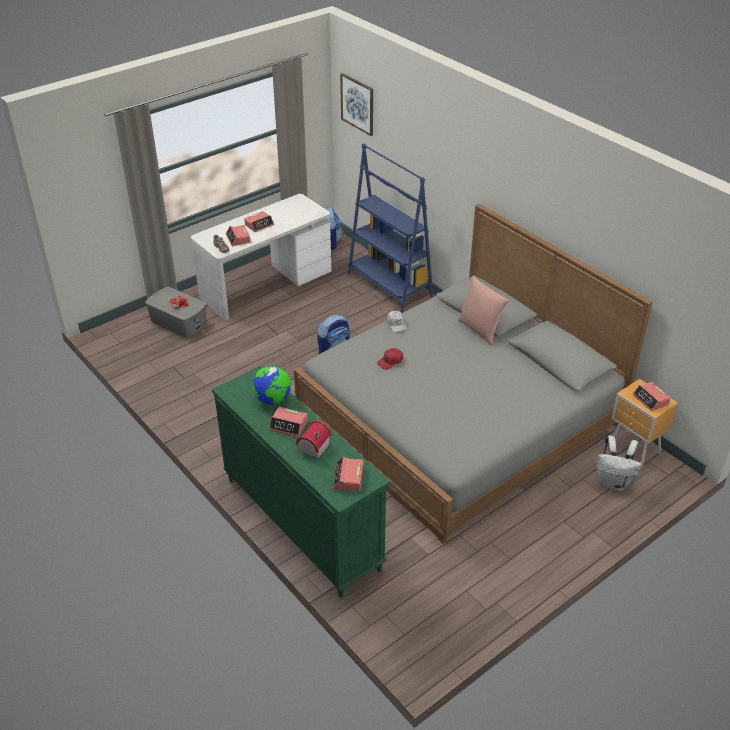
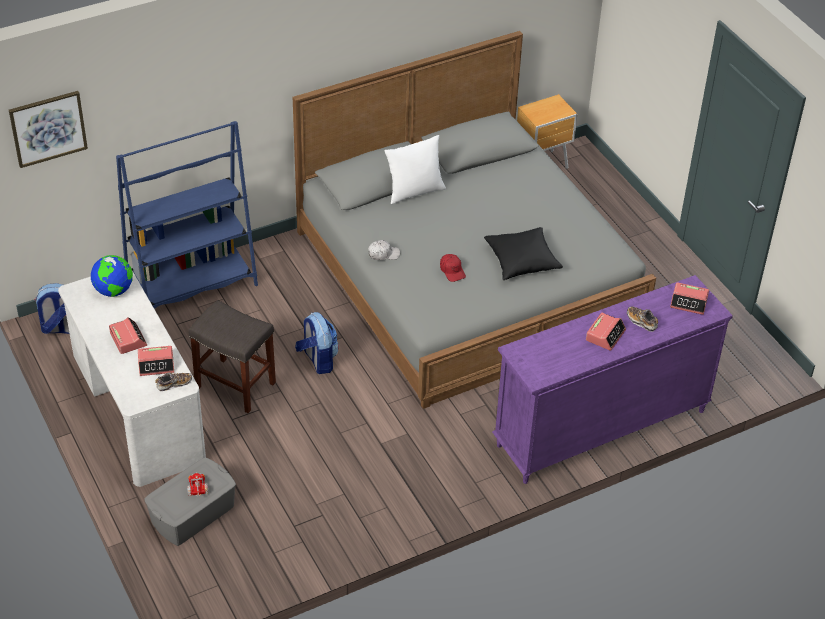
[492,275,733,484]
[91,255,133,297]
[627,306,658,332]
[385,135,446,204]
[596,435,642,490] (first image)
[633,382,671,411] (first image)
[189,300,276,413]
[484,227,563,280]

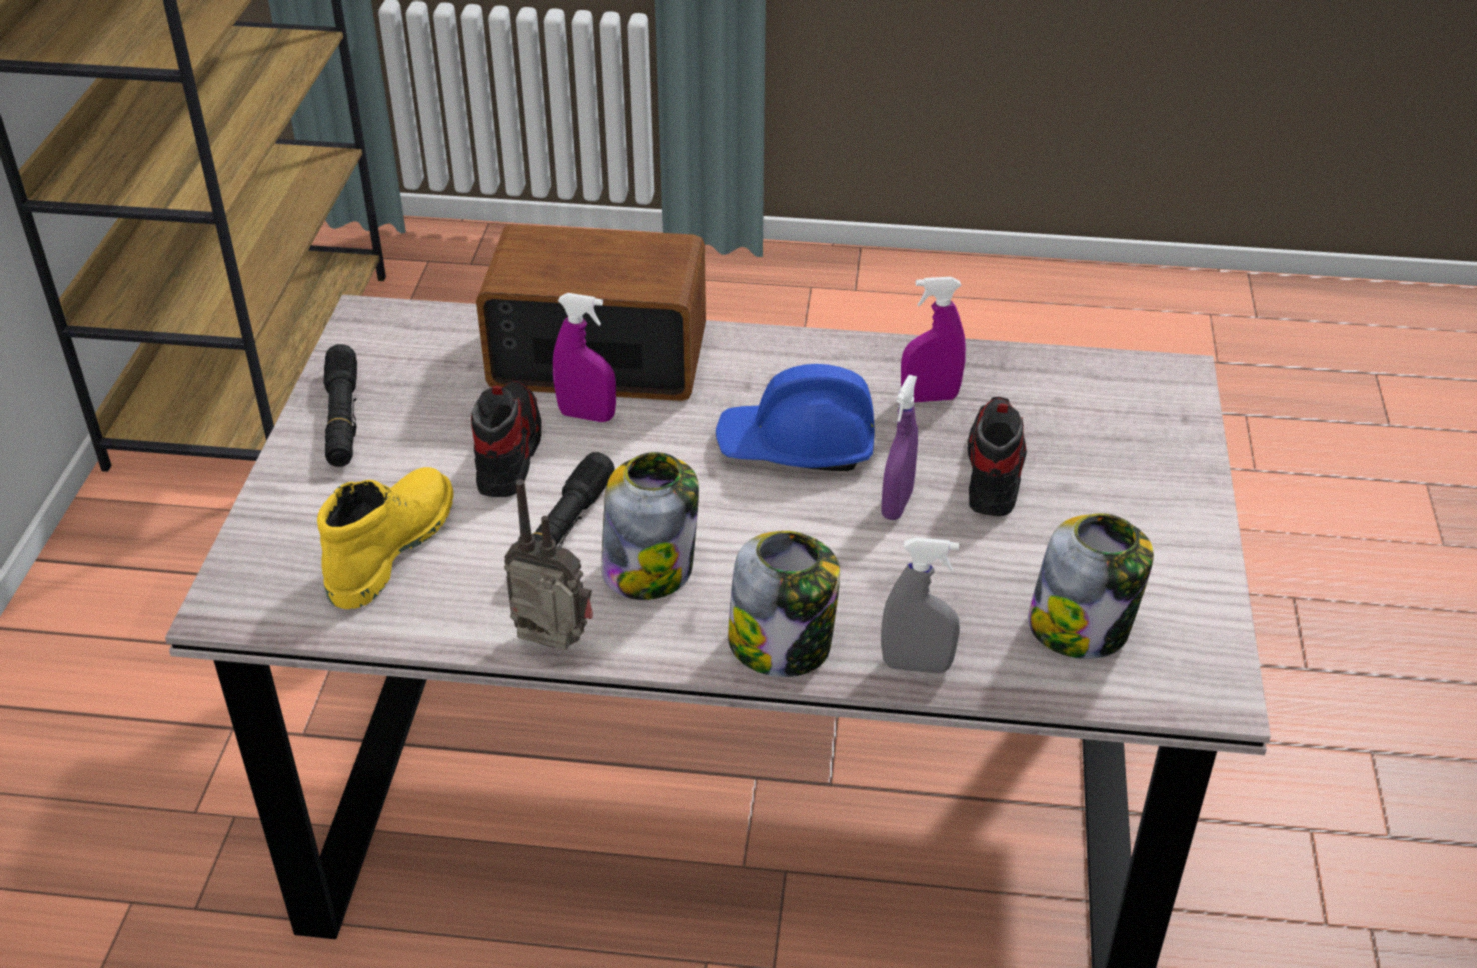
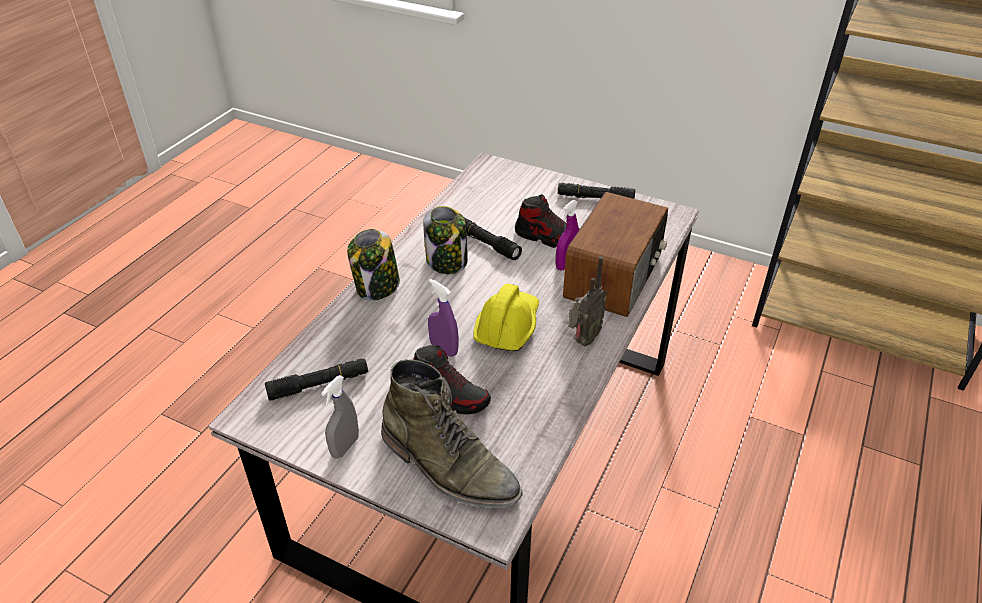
[317,467,454,609] (first image)
[568,256,607,346]
[473,284,539,351]
[321,375,359,459]
[901,277,966,403] (first image)
[265,359,368,401]
[381,360,523,508]

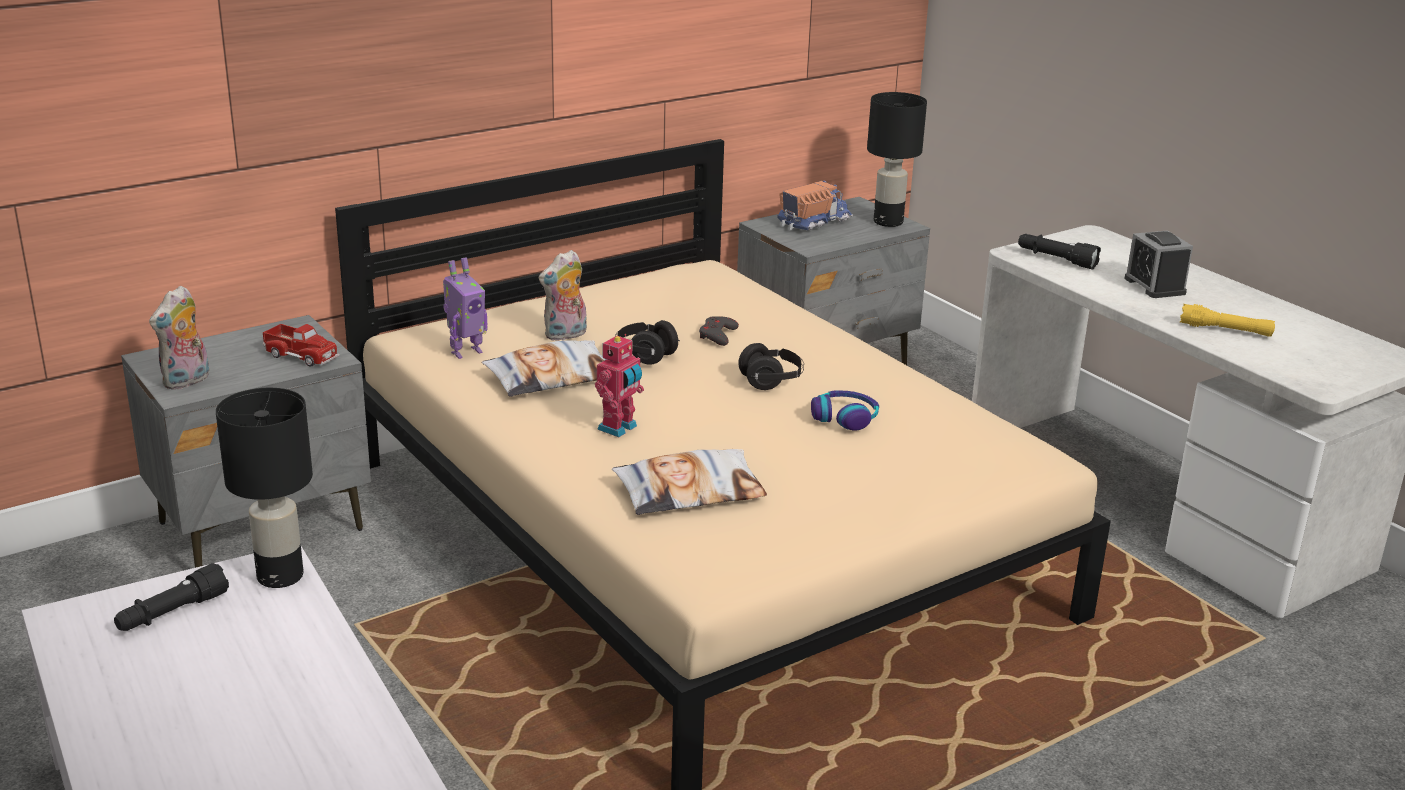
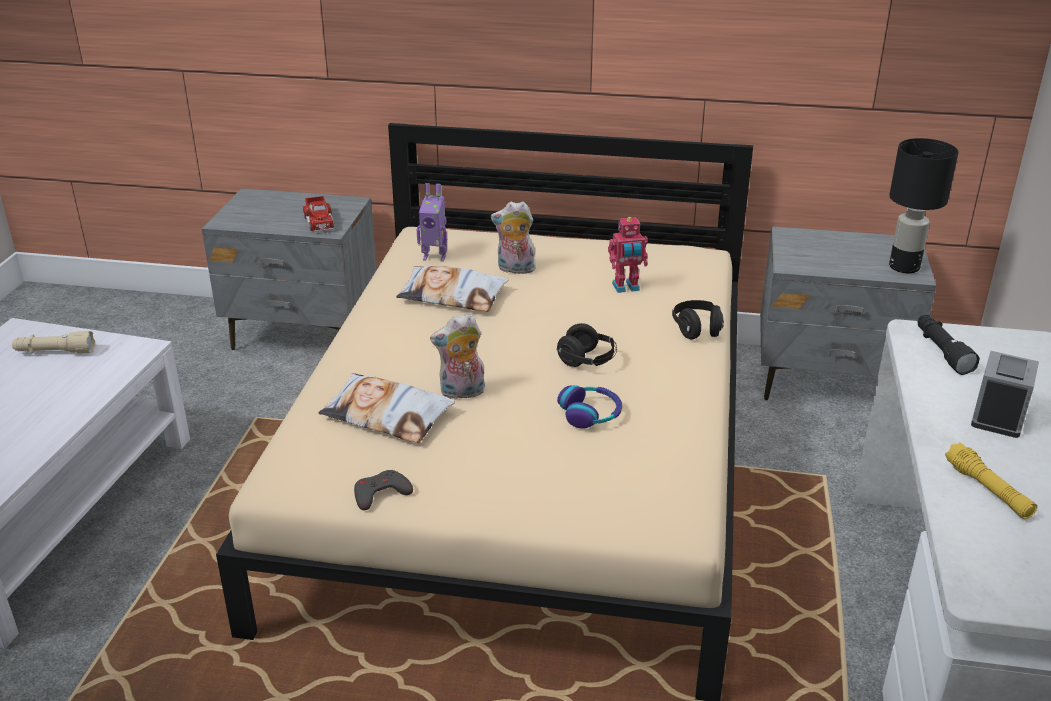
[12,331,95,354]
[430,314,485,400]
[216,388,313,588] (first image)
[608,217,648,293]
[672,300,724,340]
[354,470,413,510]
[777,180,853,230] (first image)

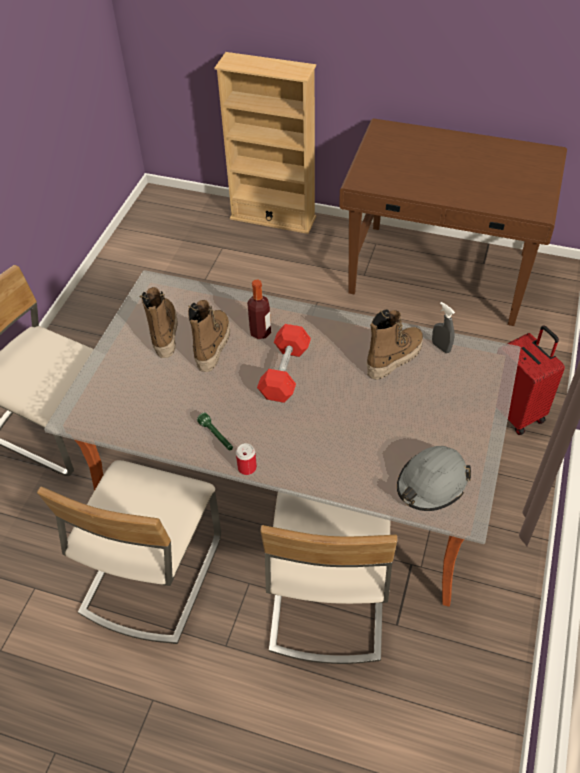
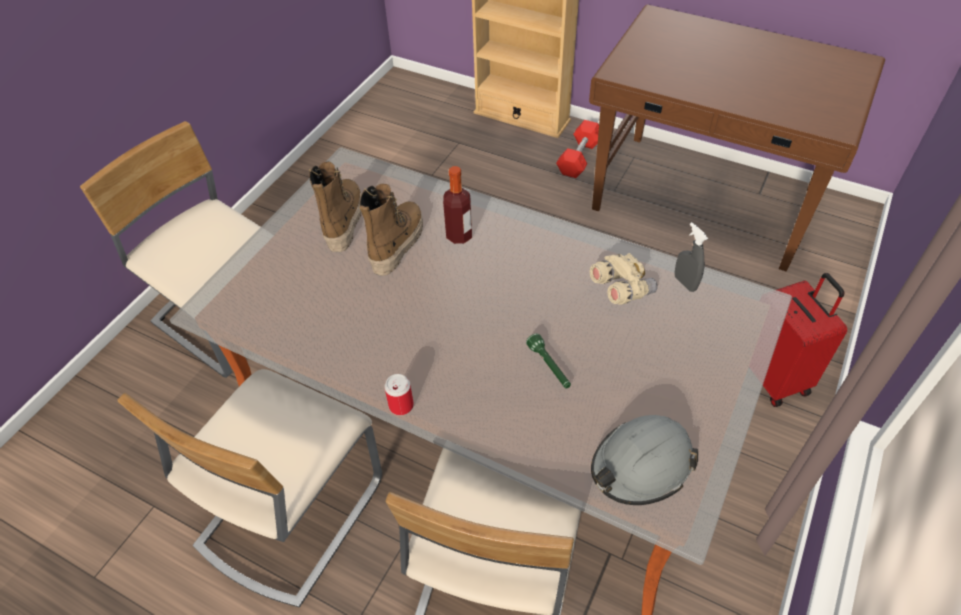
[526,333,571,388]
[556,120,599,178]
[590,253,658,305]

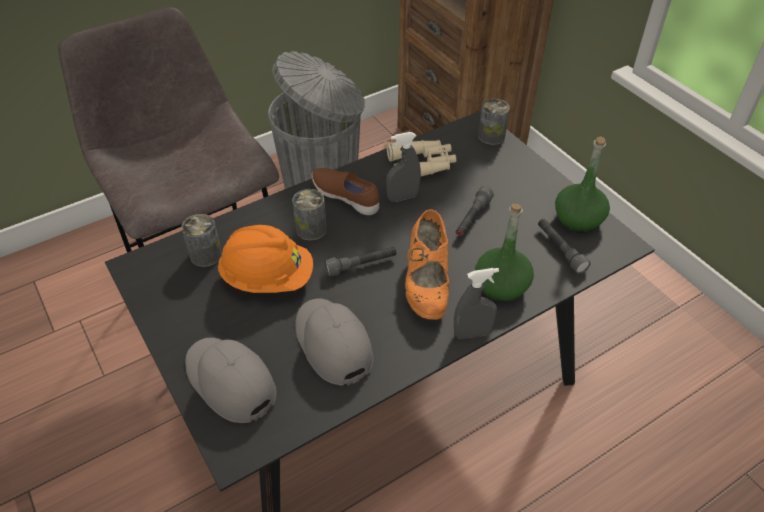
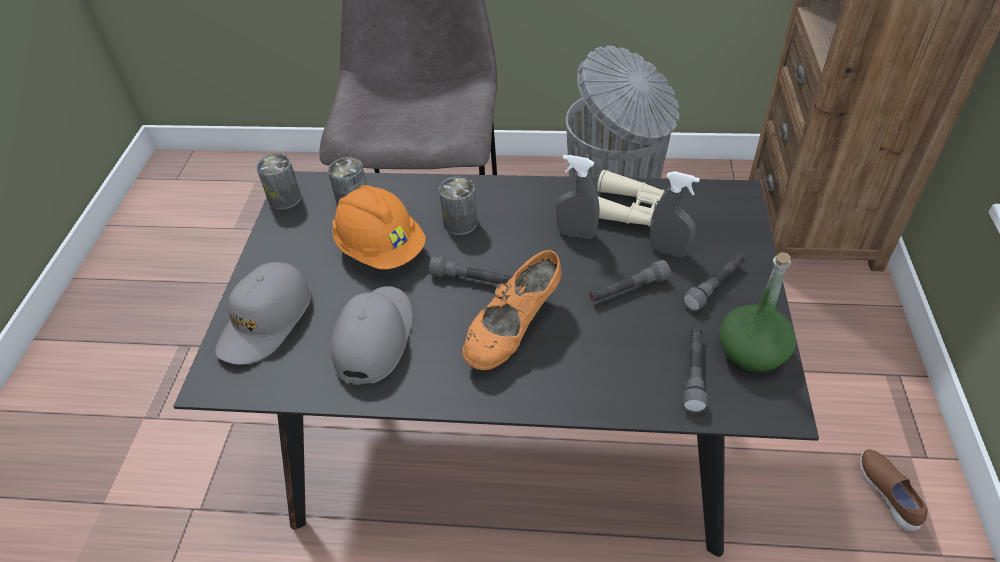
[215,262,311,365]
[860,449,928,531]
[650,171,700,257]
[475,204,534,302] (first image)
[256,154,301,210]
[682,253,745,311]

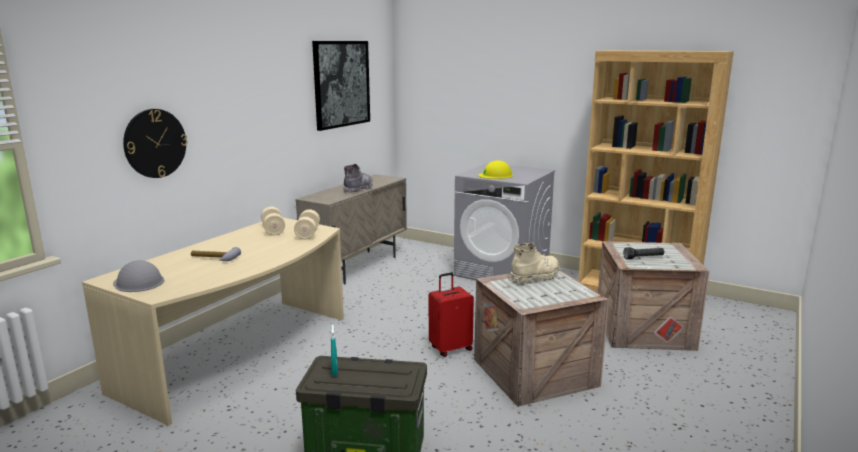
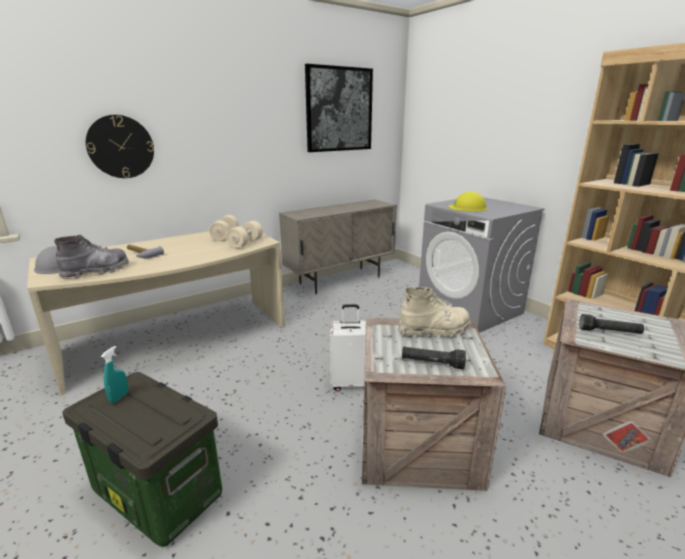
[54,235,129,279]
[330,304,366,391]
[402,347,466,369]

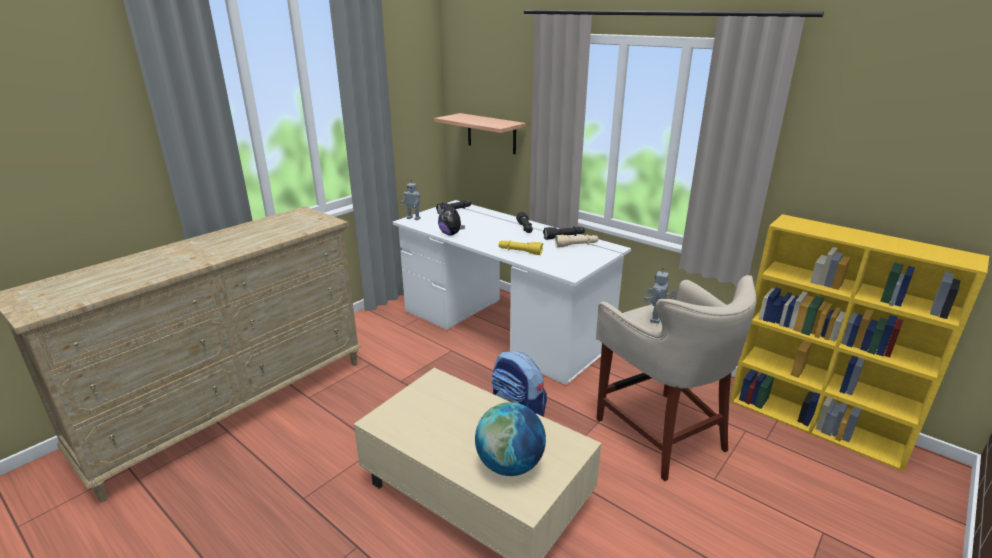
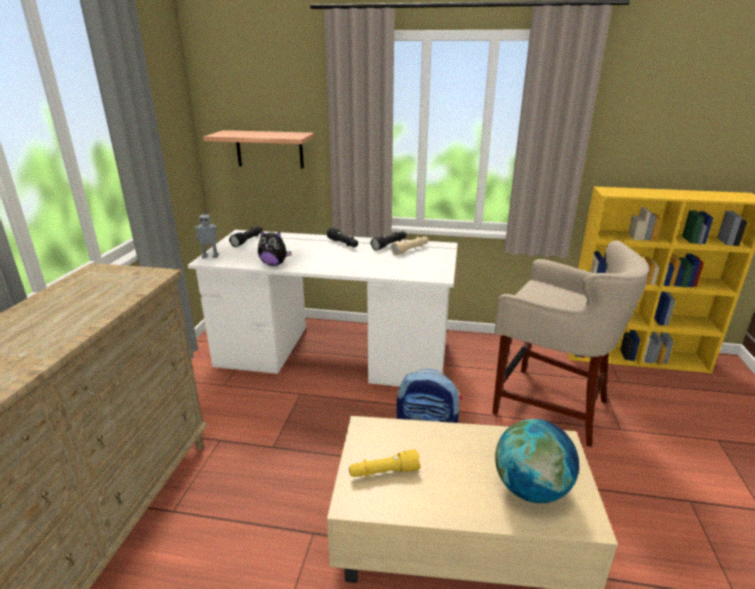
[349,449,421,478]
[643,267,676,324] (first image)

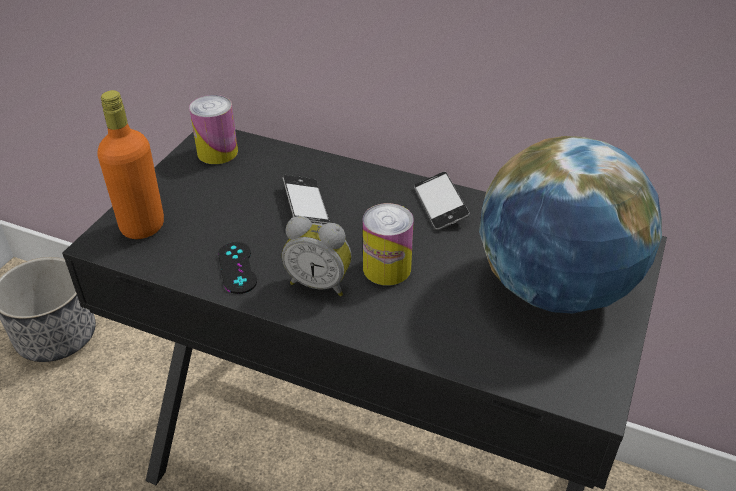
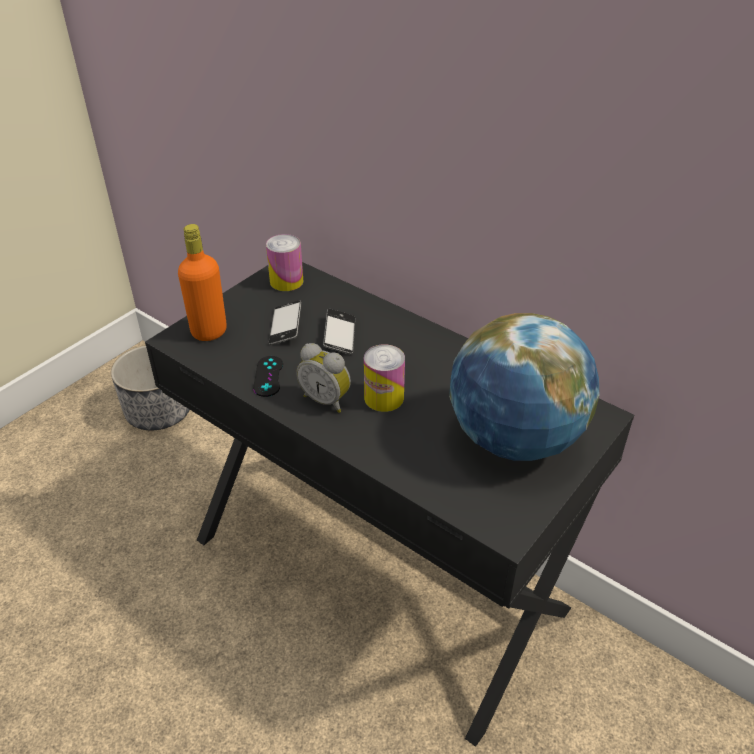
[269,300,302,345]

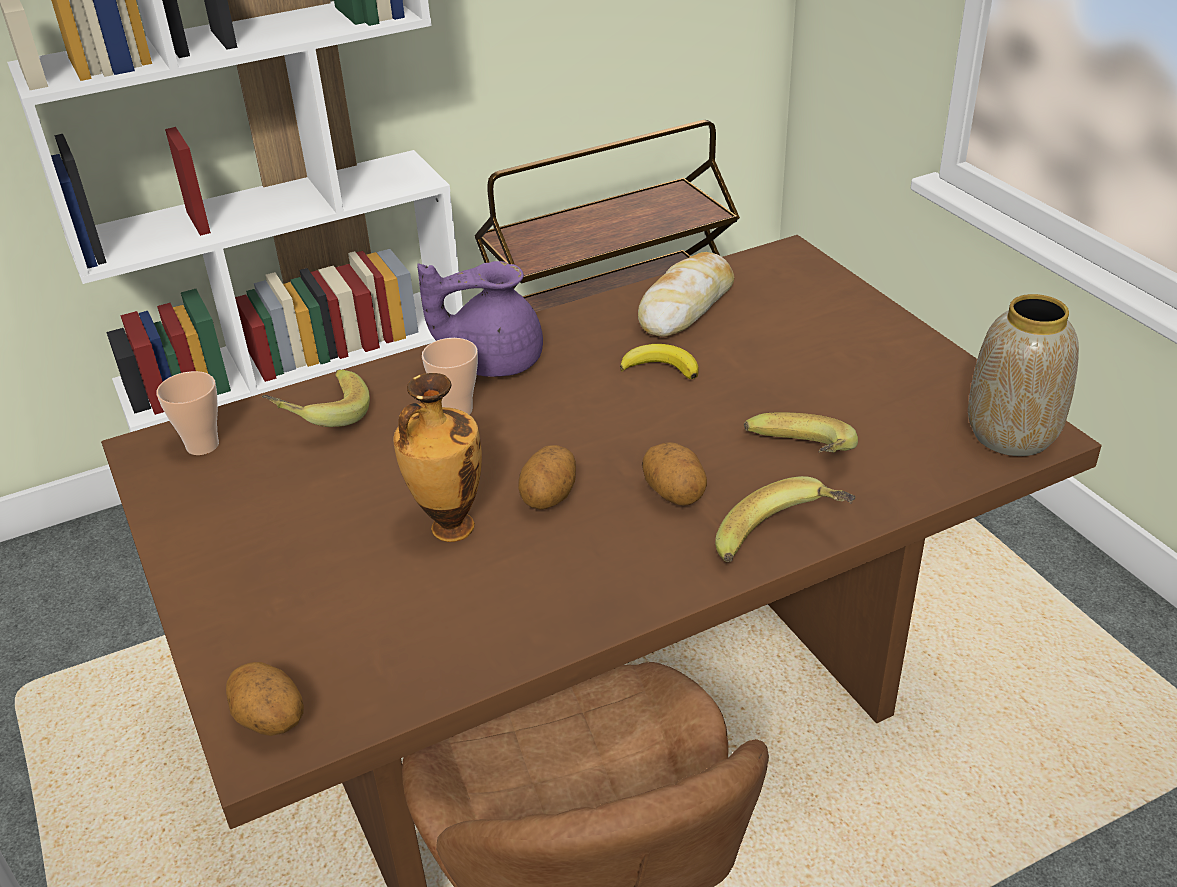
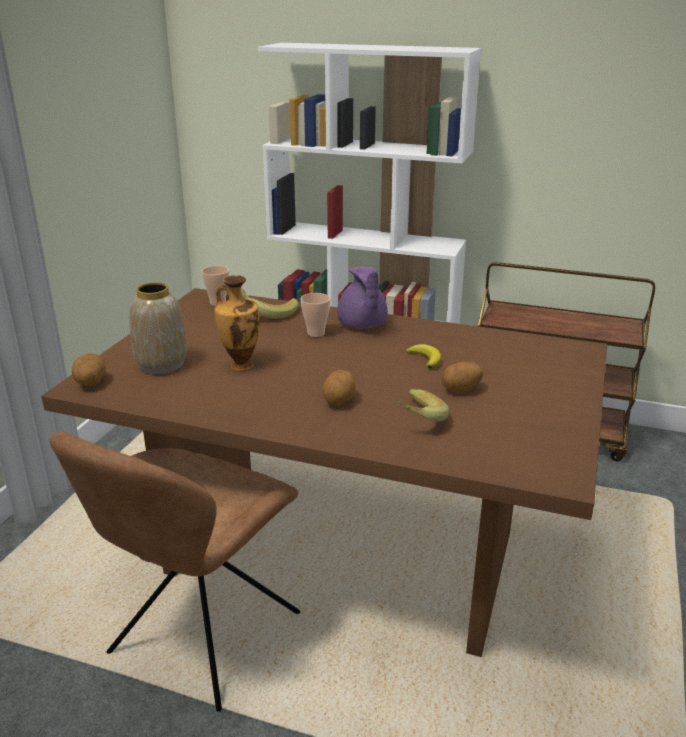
[337,266,387,329]
[441,362,483,393]
[638,252,735,337] (first image)
[715,476,856,562] (first image)
[129,282,187,374]

